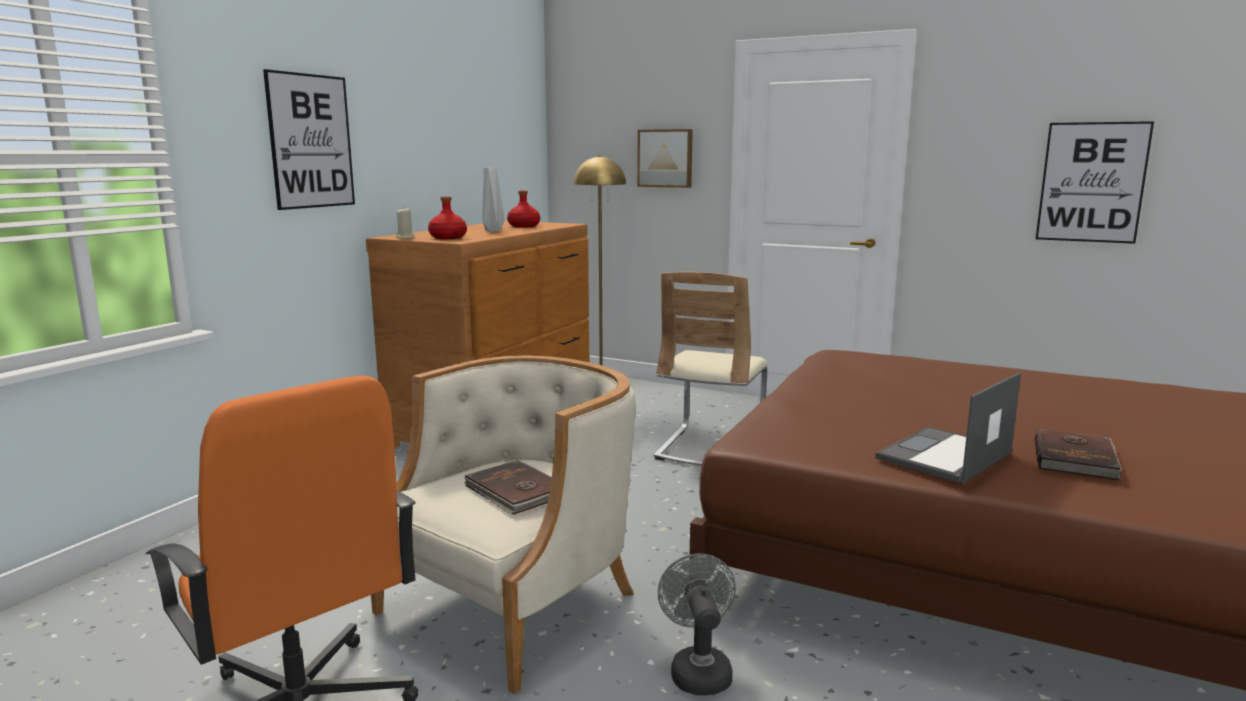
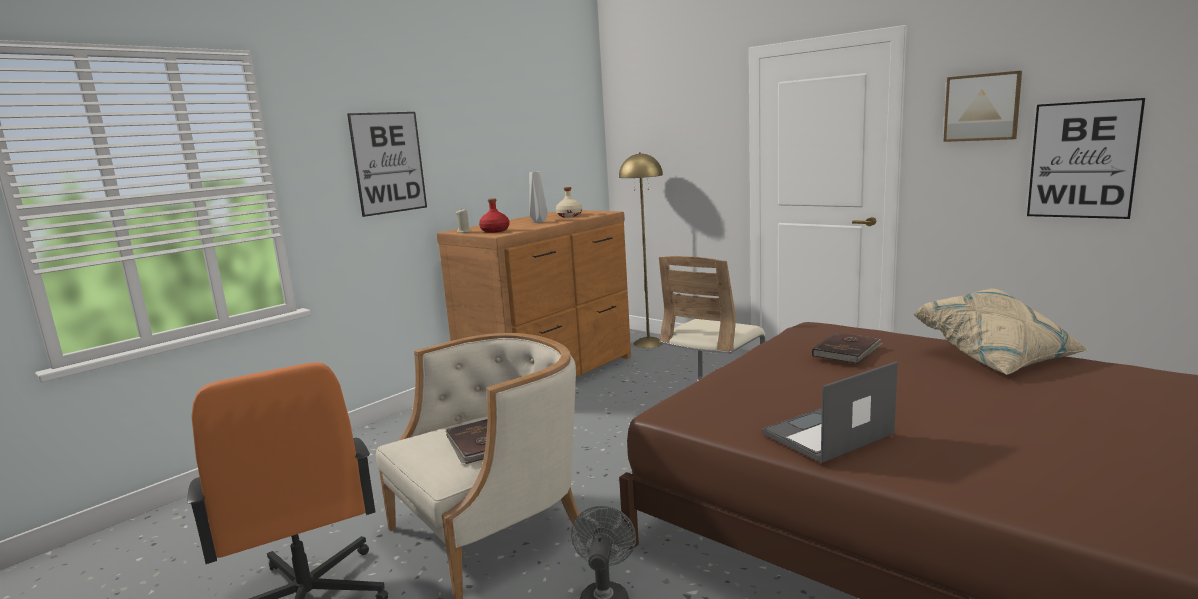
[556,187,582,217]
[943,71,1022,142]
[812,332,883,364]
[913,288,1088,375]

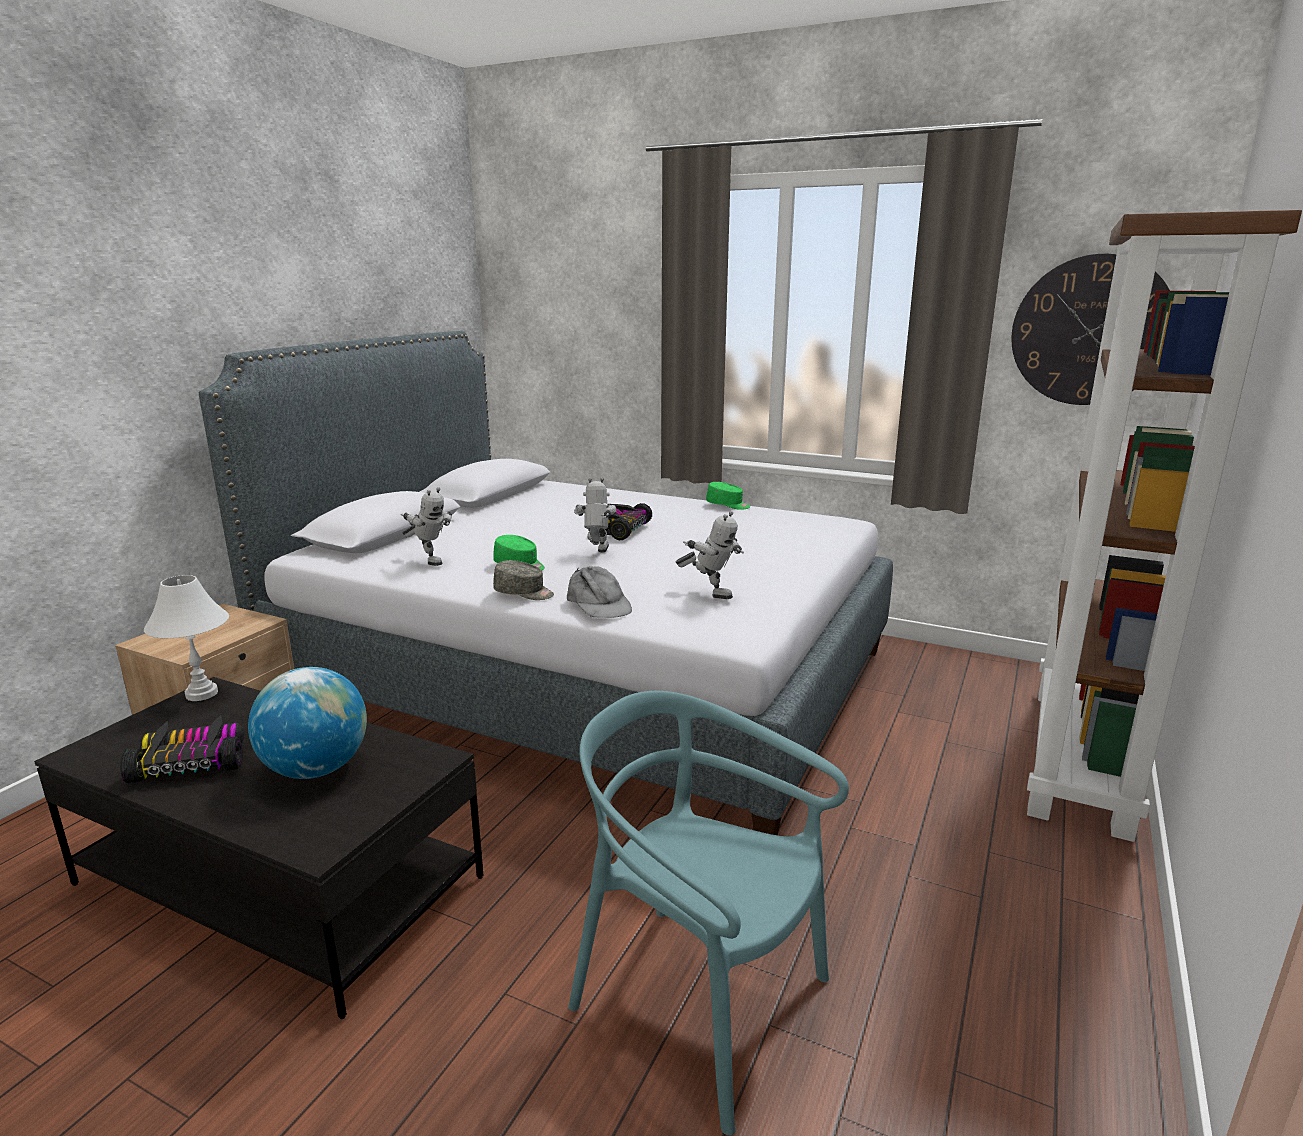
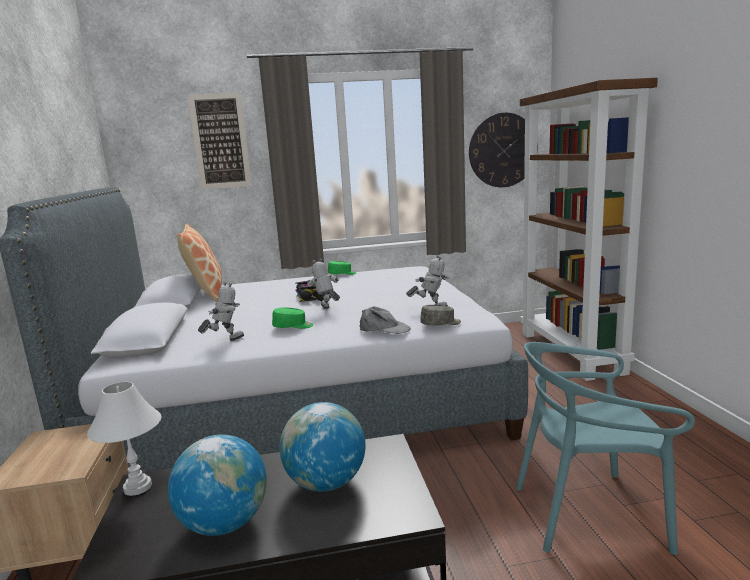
[168,434,267,536]
[198,282,244,341]
[420,305,461,326]
[177,223,222,302]
[187,92,252,190]

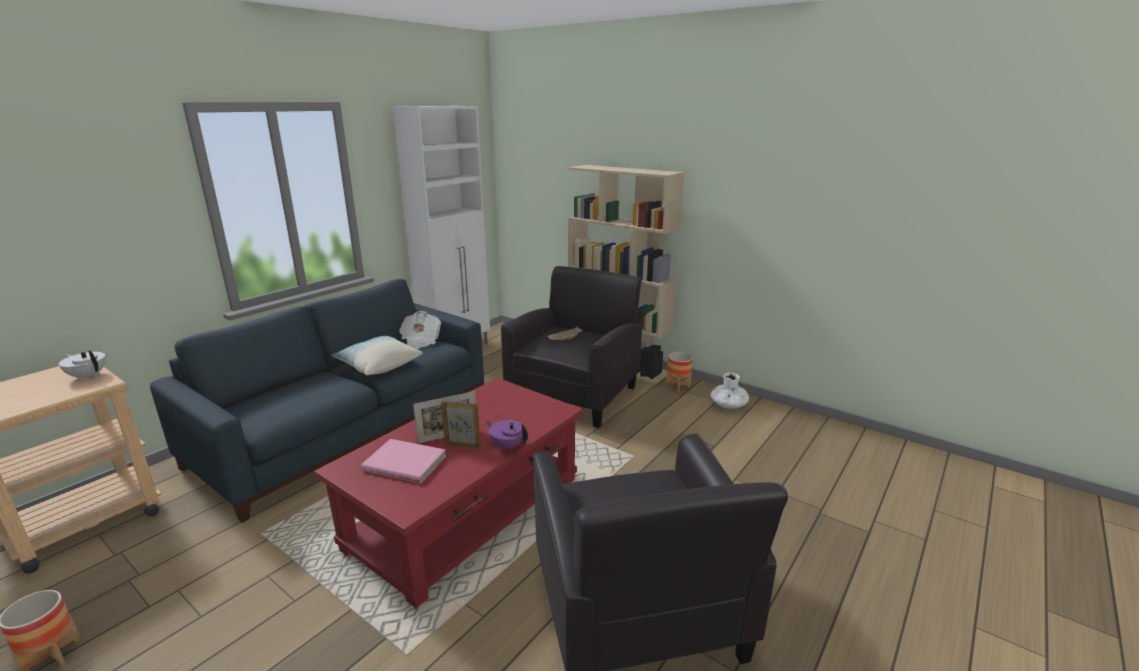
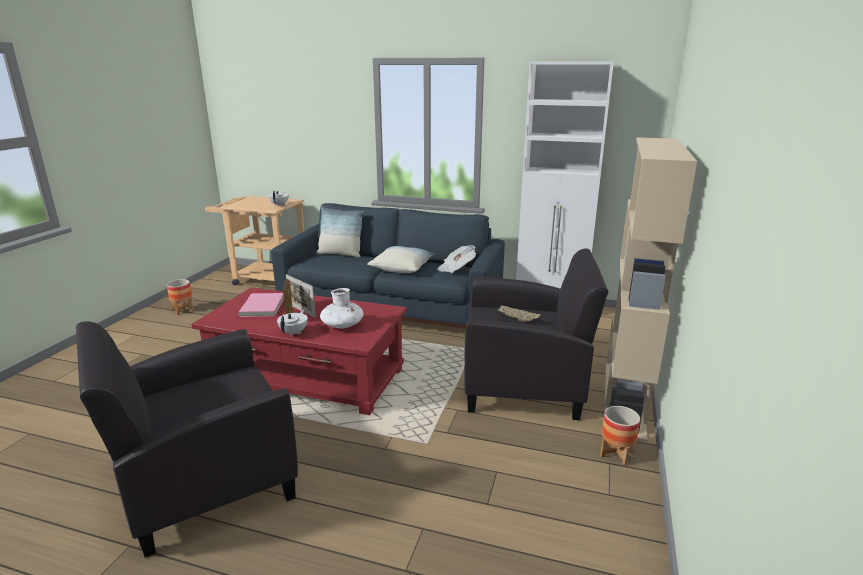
[277,310,308,336]
[320,288,363,329]
[316,206,364,258]

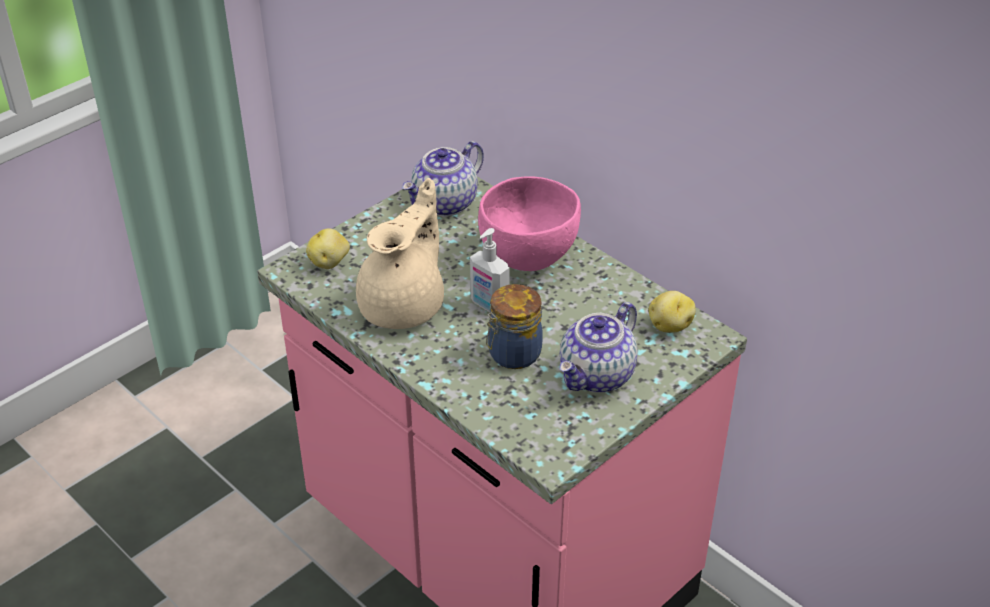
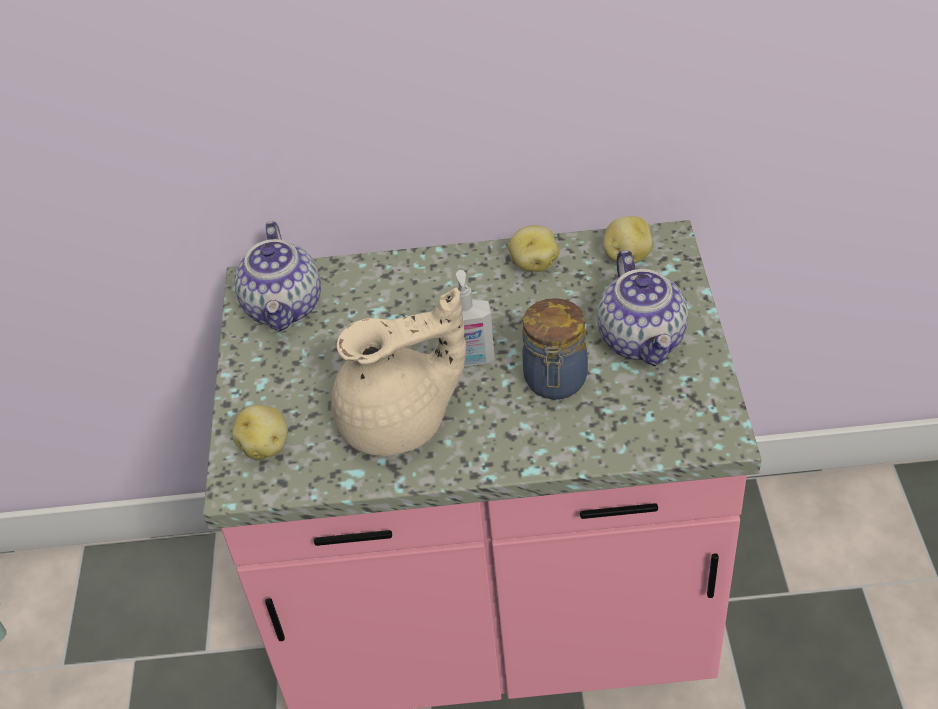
[331,288,466,456]
[478,176,581,271] (first image)
[508,225,560,272]

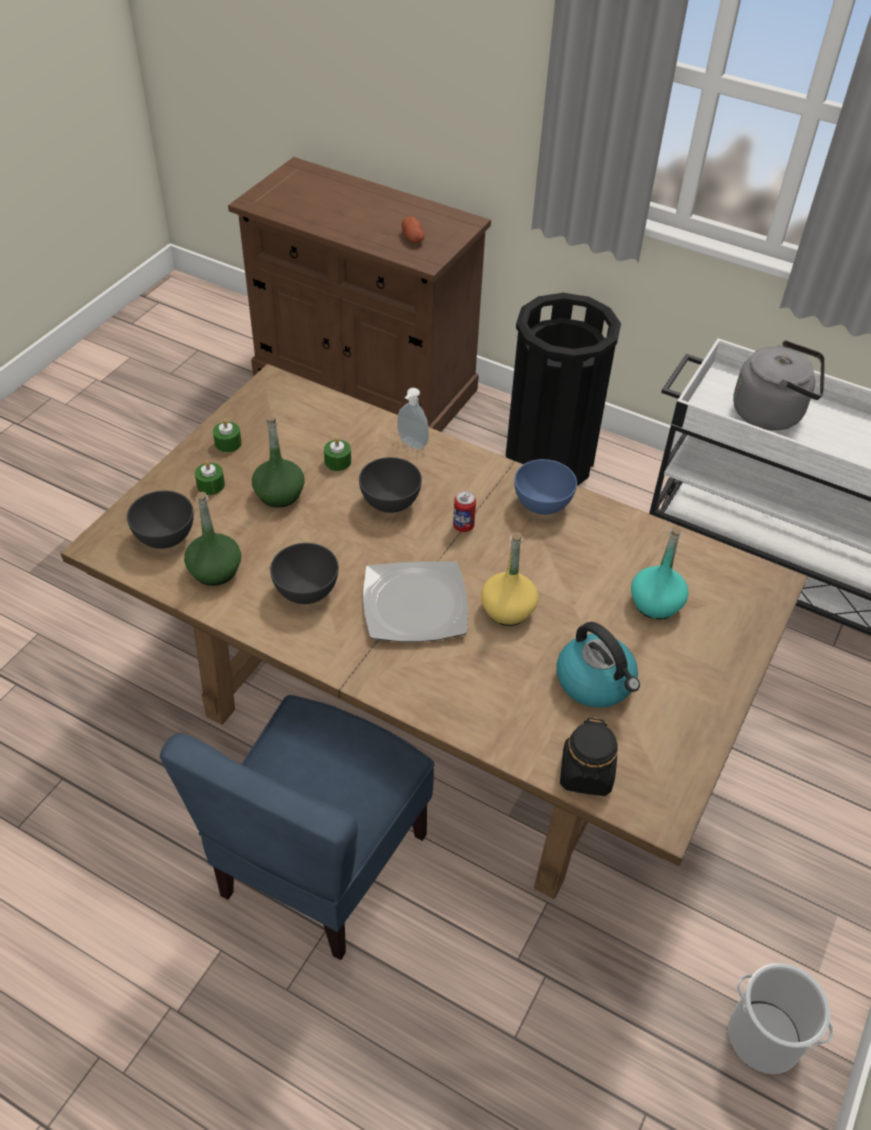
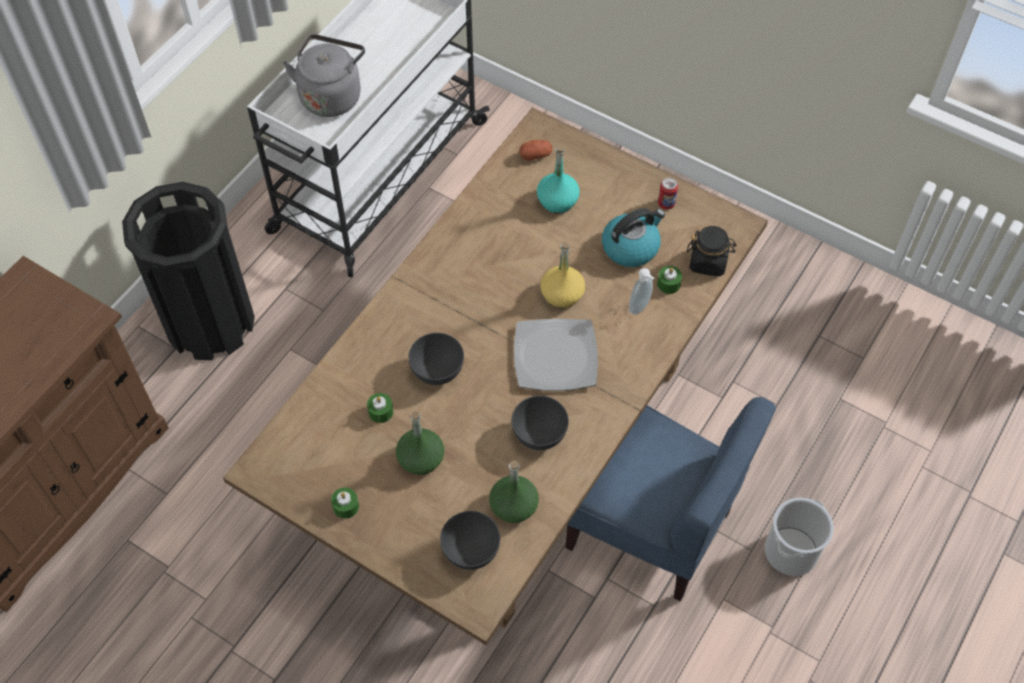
[657,266,682,294]
[629,268,654,315]
[519,140,552,161]
[658,178,678,210]
[514,459,577,515] (first image)
[765,498,834,576]

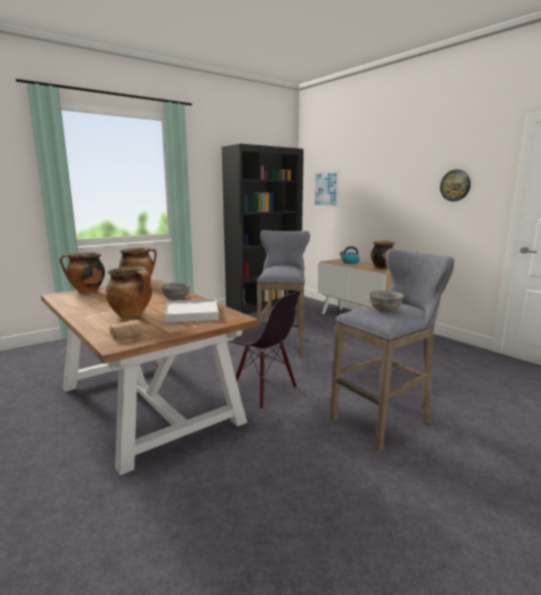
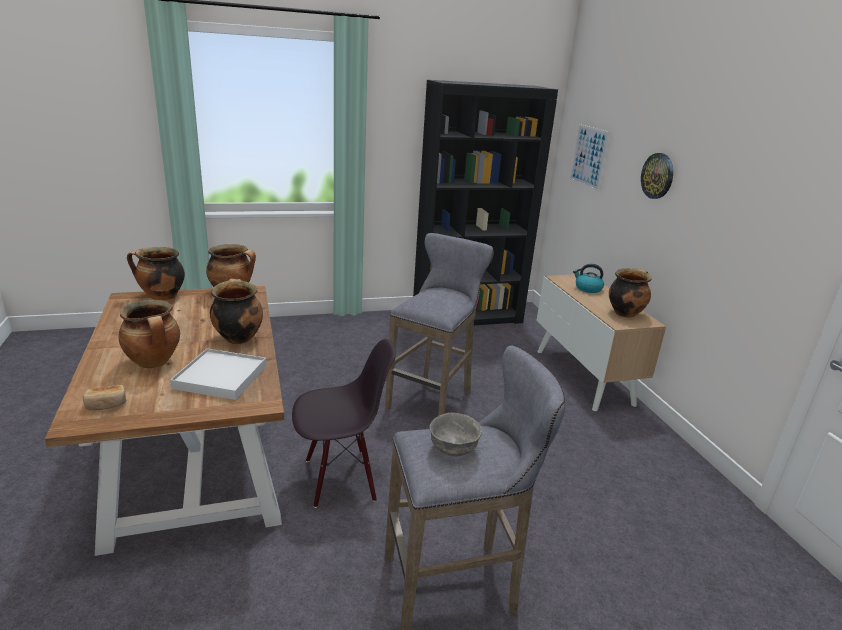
[210,279,263,344]
[292,339,396,508]
[641,153,673,199]

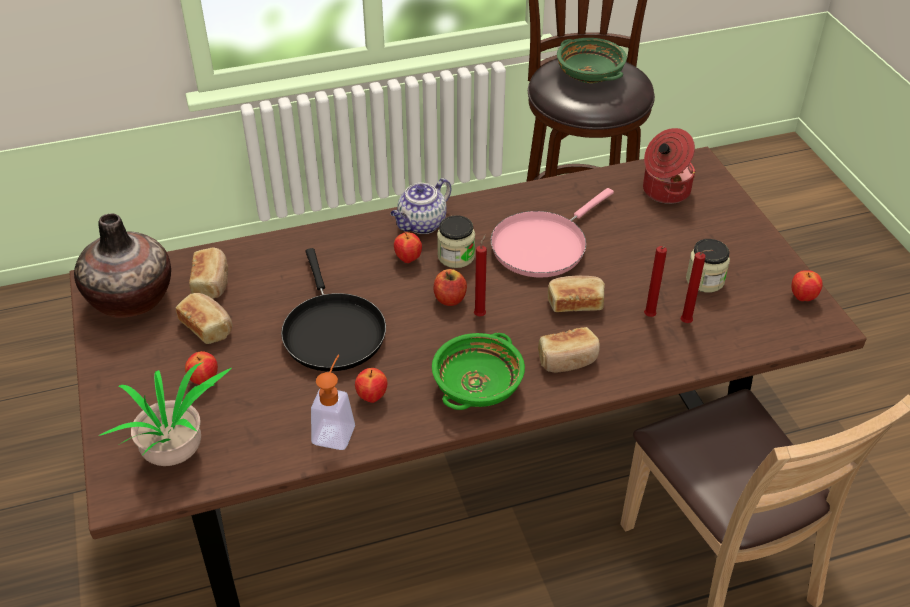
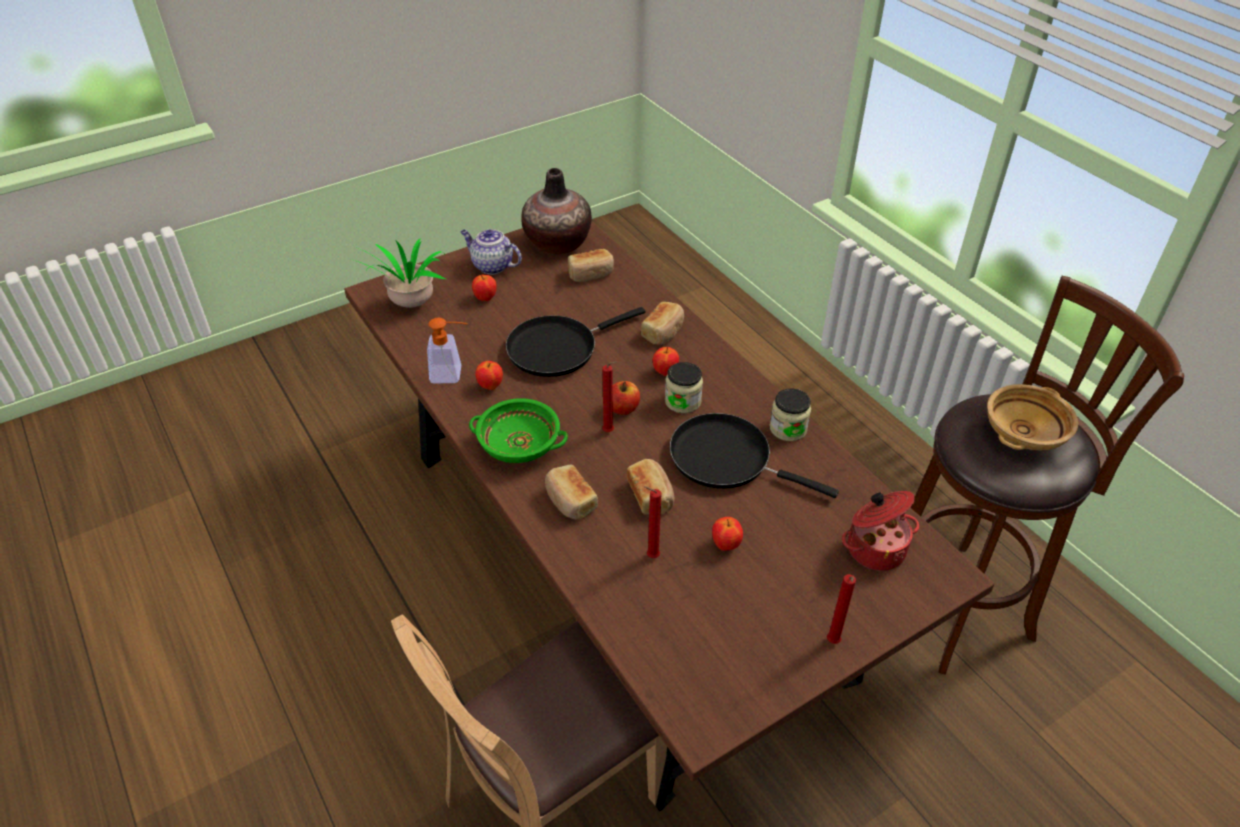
[641,302,684,345]
[460,229,522,275]
[670,413,839,498]
[987,384,1078,451]
[827,574,856,644]
[769,389,811,441]
[712,517,743,551]

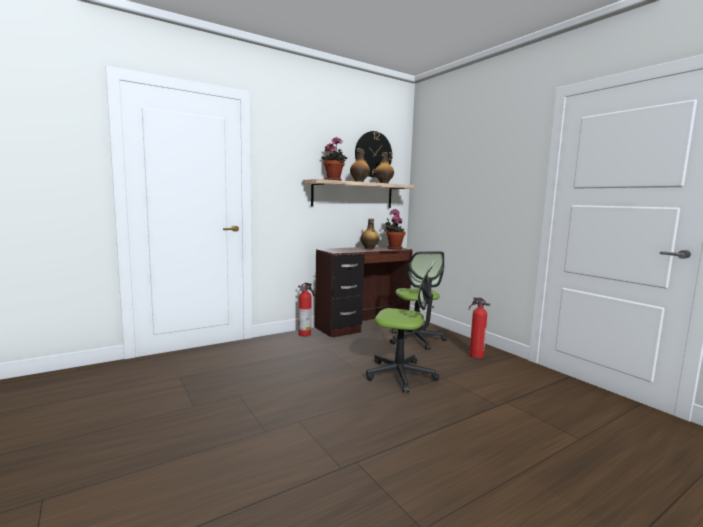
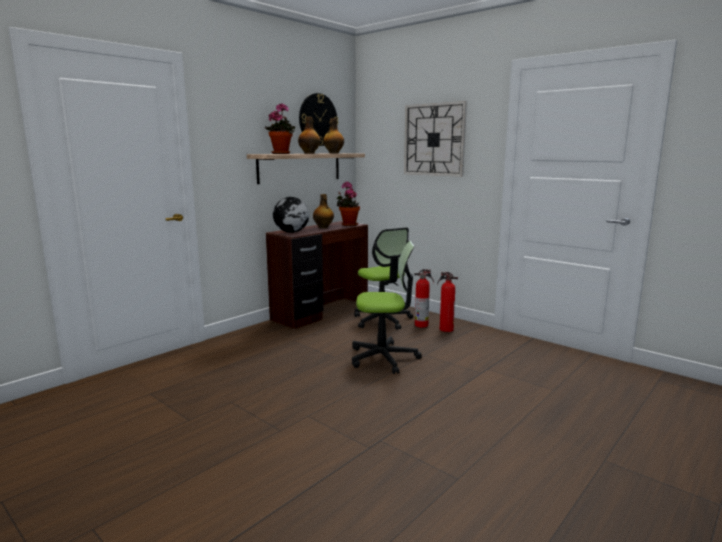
[414,269,434,328]
[273,197,309,233]
[404,101,467,177]

